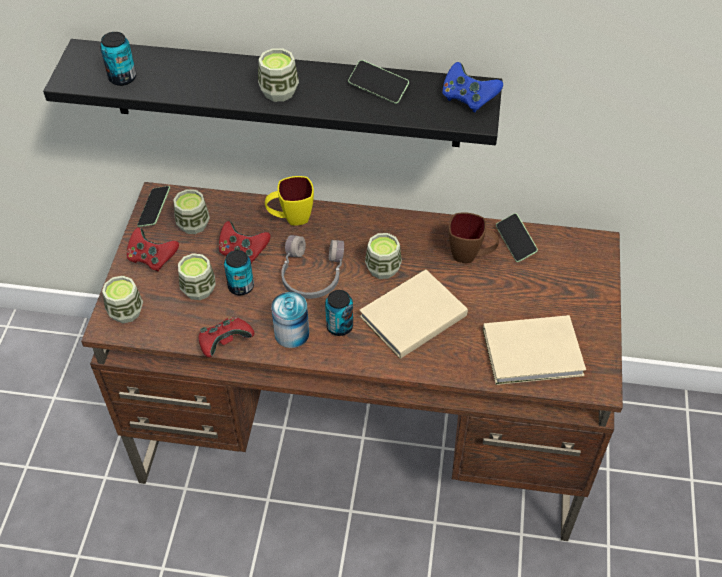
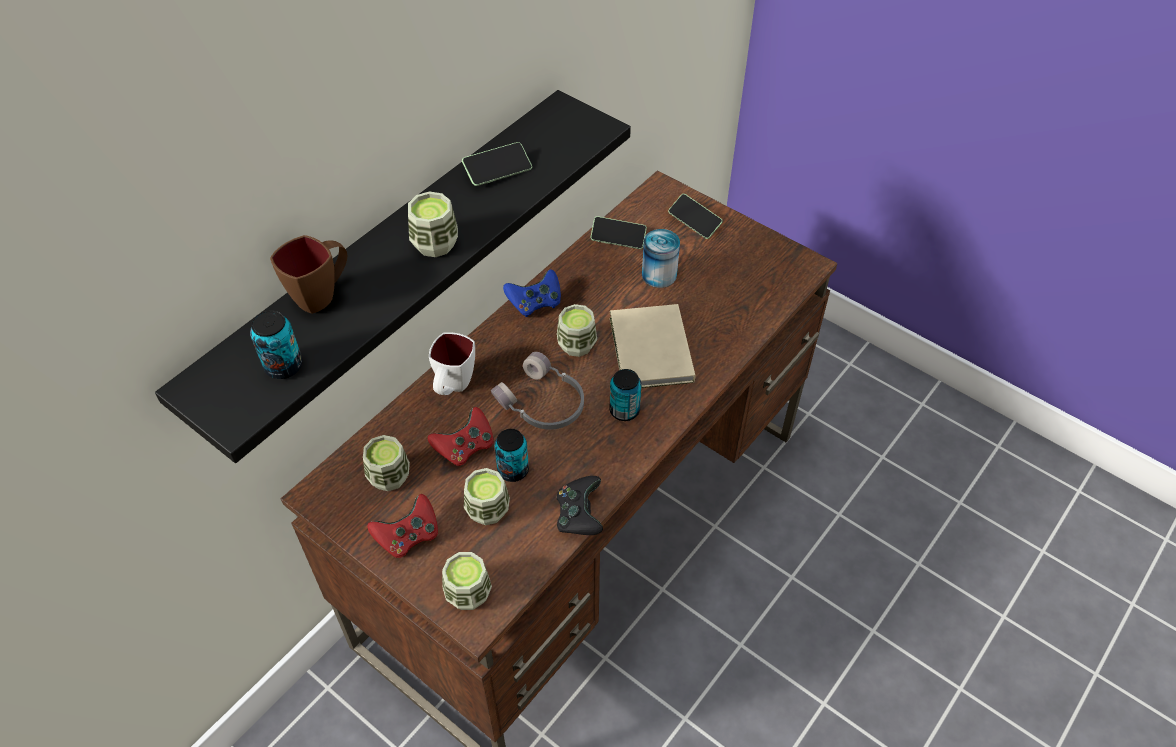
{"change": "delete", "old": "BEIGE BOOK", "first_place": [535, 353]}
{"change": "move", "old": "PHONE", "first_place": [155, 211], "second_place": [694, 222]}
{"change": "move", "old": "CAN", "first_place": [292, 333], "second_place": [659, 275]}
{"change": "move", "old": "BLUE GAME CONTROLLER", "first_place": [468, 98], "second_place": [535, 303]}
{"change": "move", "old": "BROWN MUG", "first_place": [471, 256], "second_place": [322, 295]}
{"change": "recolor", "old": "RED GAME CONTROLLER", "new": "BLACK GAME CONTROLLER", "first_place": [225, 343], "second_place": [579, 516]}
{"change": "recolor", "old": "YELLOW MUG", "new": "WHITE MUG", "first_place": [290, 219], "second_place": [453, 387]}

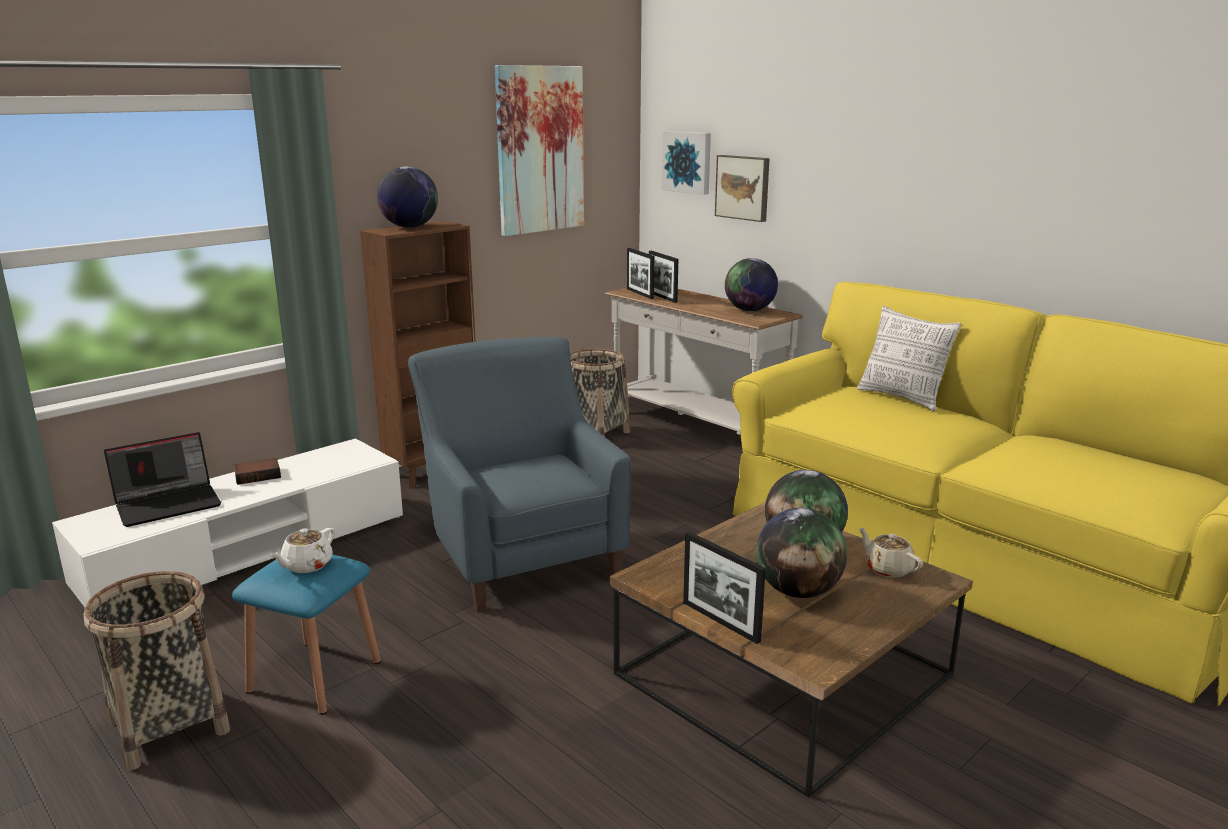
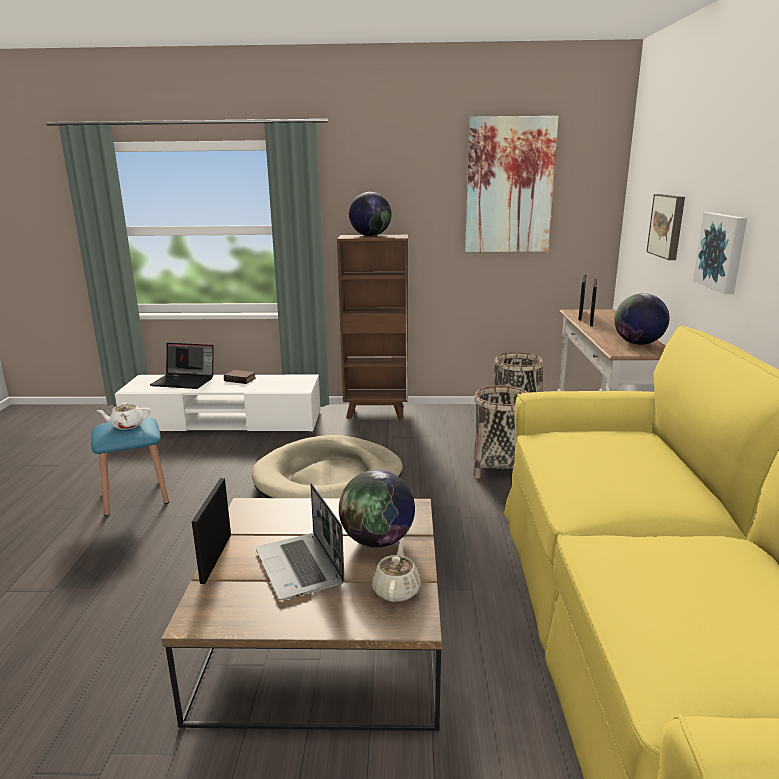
{"change": "delete", "old": "PILLOW", "first_place": [902, 398]}
{"change": "move", "old": "BASKET", "first_place": [170, 726], "second_place": [499, 468]}
{"change": "move", "old": "PICTURE", "first_place": [687, 162], "second_place": [722, 251]}
{"change": "replace", "old": "BLUE ARMCHAIR", "new": "BEIGE DOG BED", "first_place": [520, 554], "second_place": [329, 478]}
{"change": "replace", "old": "GLOBE", "new": "LAPTOP", "first_place": [798, 591], "second_place": [301, 568]}

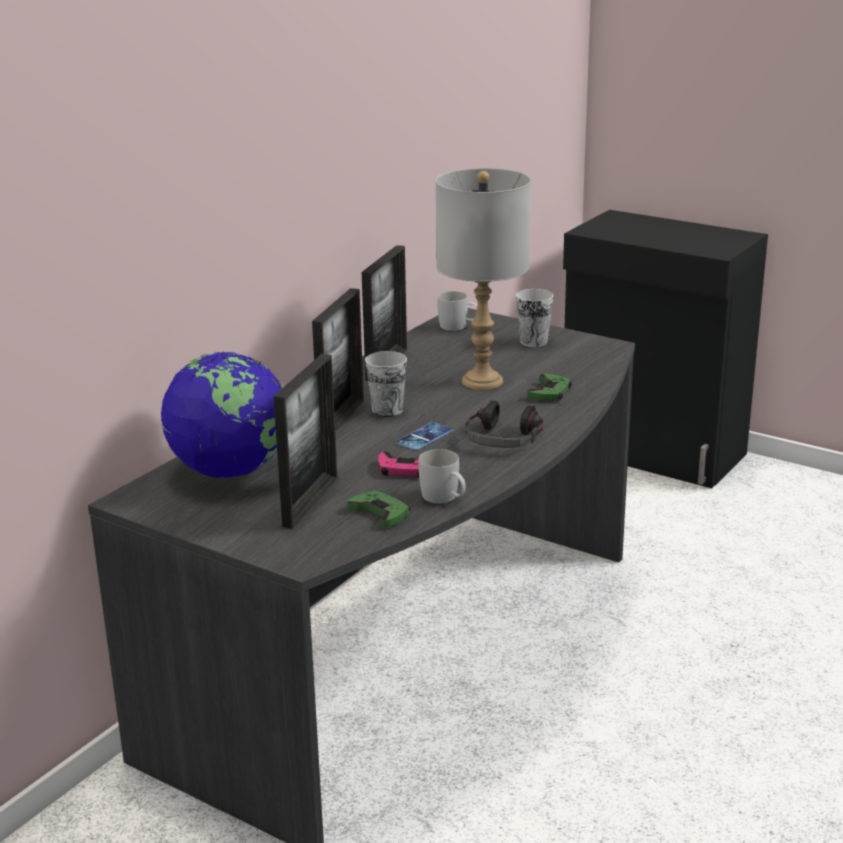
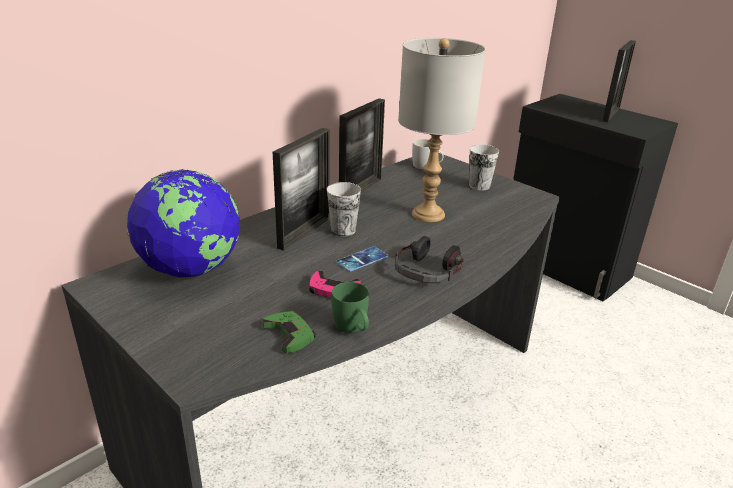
{"change": "delete", "old": "GREEN GAME CONTROLLER", "first_place": [550, 392]}
{"change": "move", "old": "PICTURE FRAME", "first_place": [310, 501], "second_place": [611, 114]}
{"change": "recolor", "old": "WHITE MUG", "new": "GREEN MUG", "first_place": [444, 498], "second_place": [353, 327]}

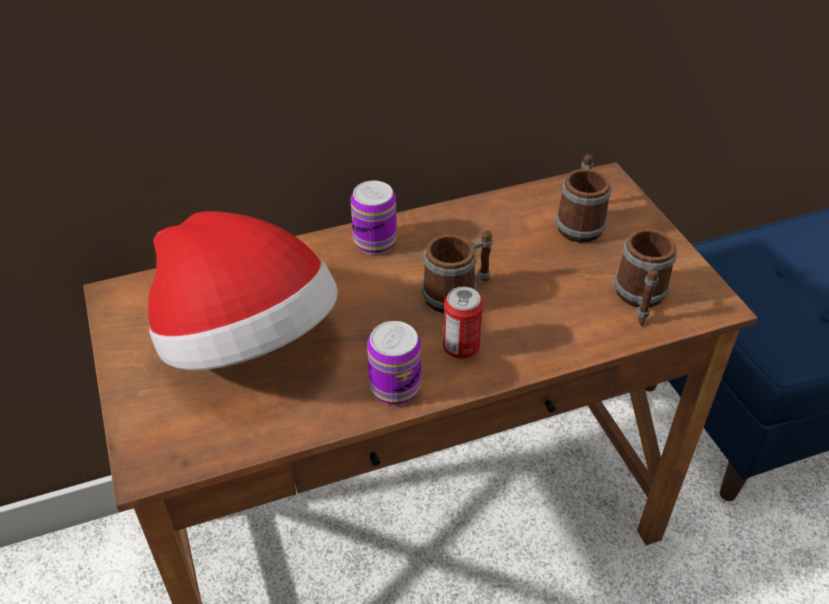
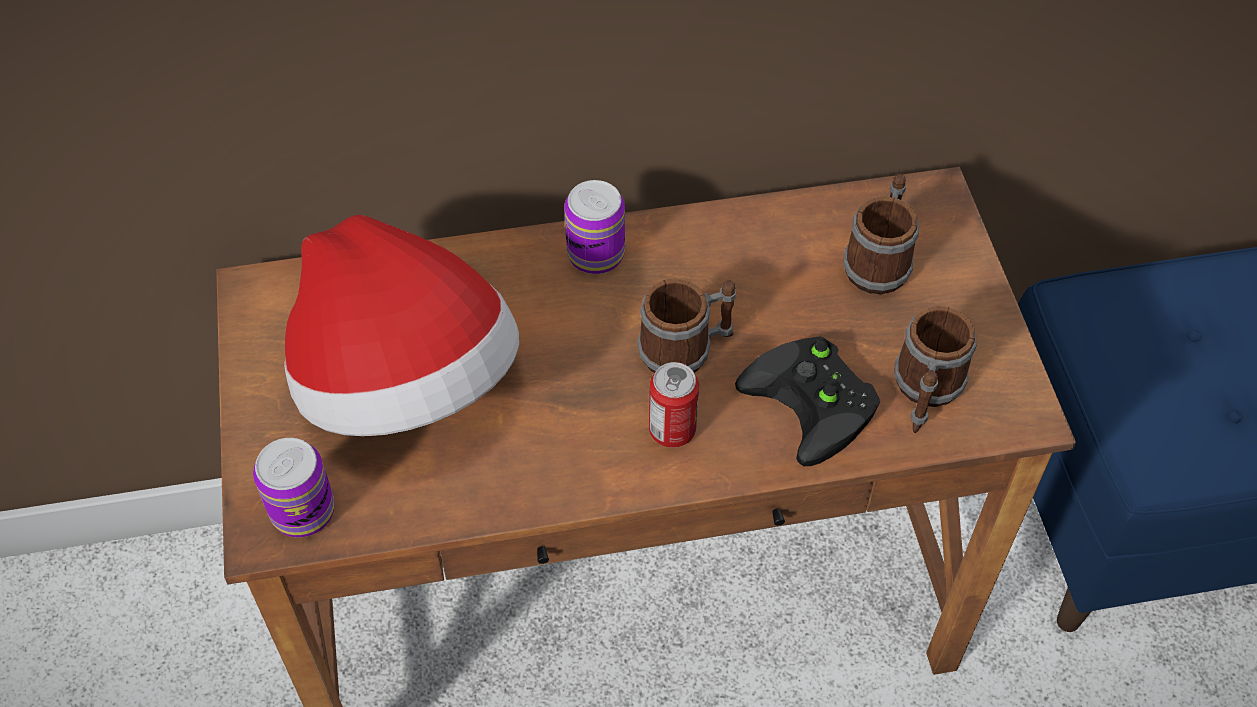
{"change": "insert", "new": "BLACK GAME CONTROLLER", "second_place": [816, 404]}
{"change": "move", "old": "CAN", "first_place": [395, 387], "second_place": [303, 511]}

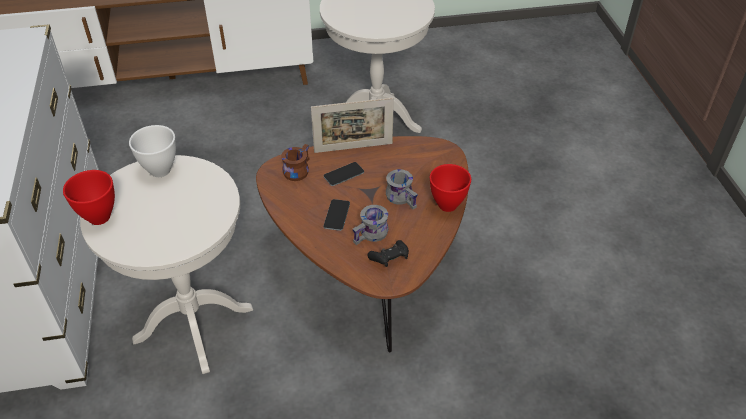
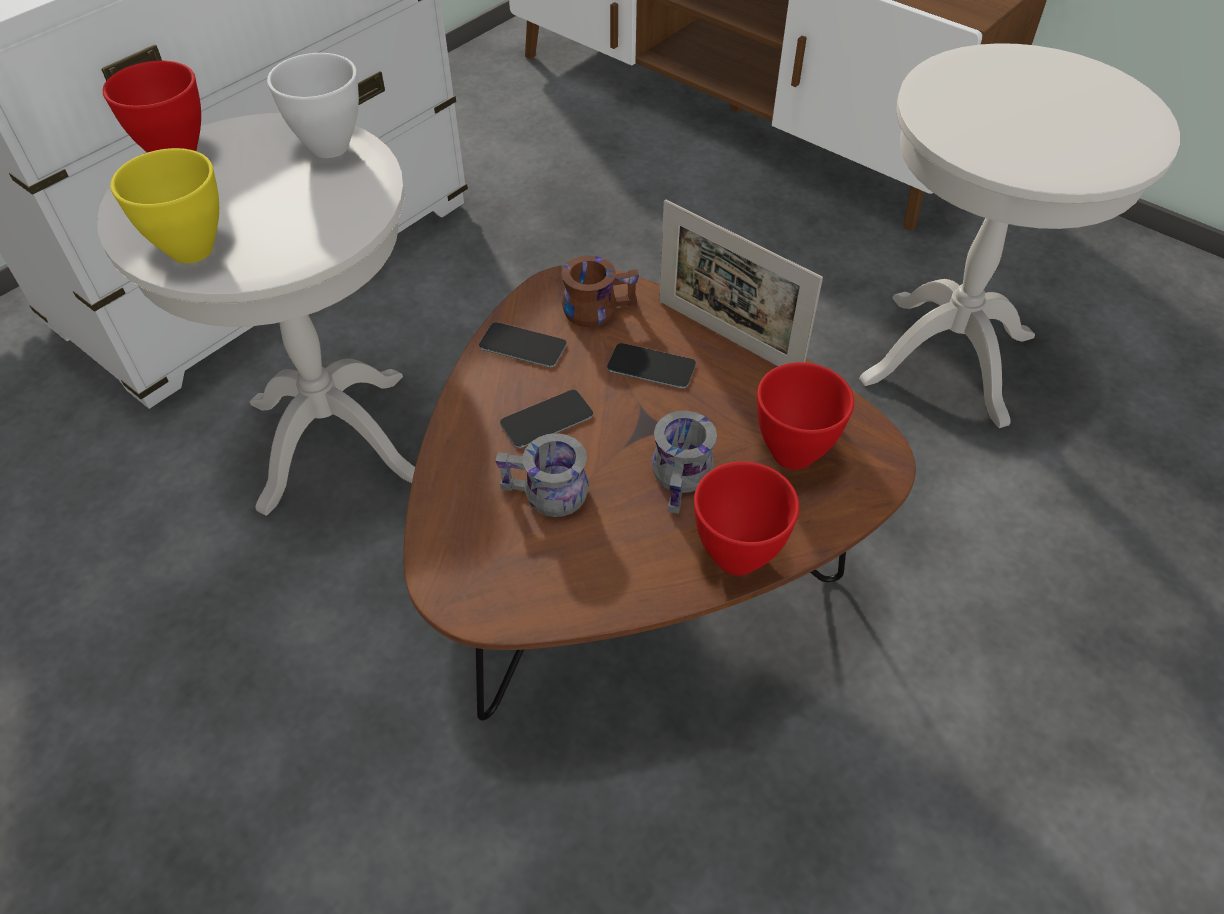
{"change": "delete", "old": "BLACK GAME CONTROLLER", "first_place": [390, 259]}
{"change": "insert", "new": "YELLOW BOWL", "second_place": [190, 251]}
{"change": "insert", "new": "PHONE", "second_place": [523, 346]}
{"change": "insert", "new": "RED BOWL", "second_place": [794, 455]}

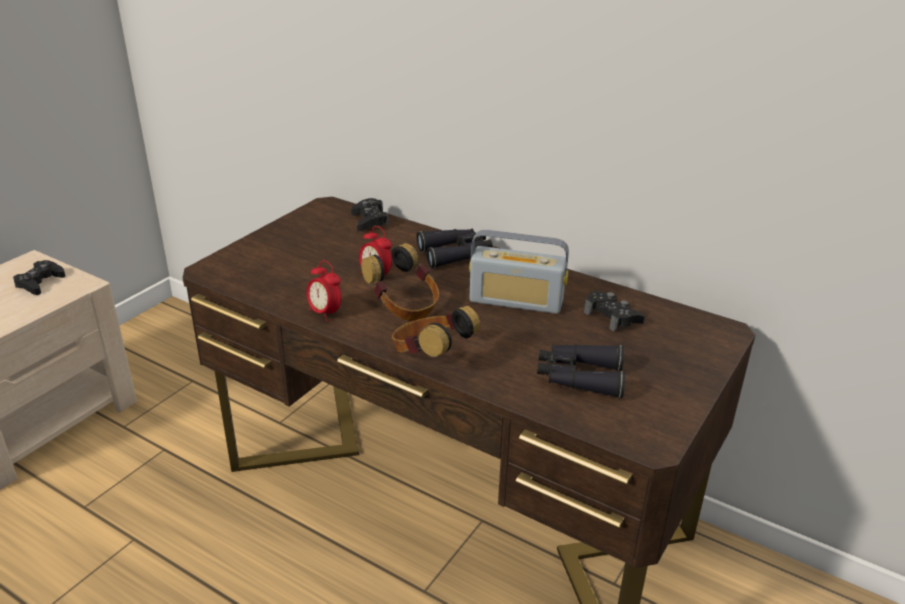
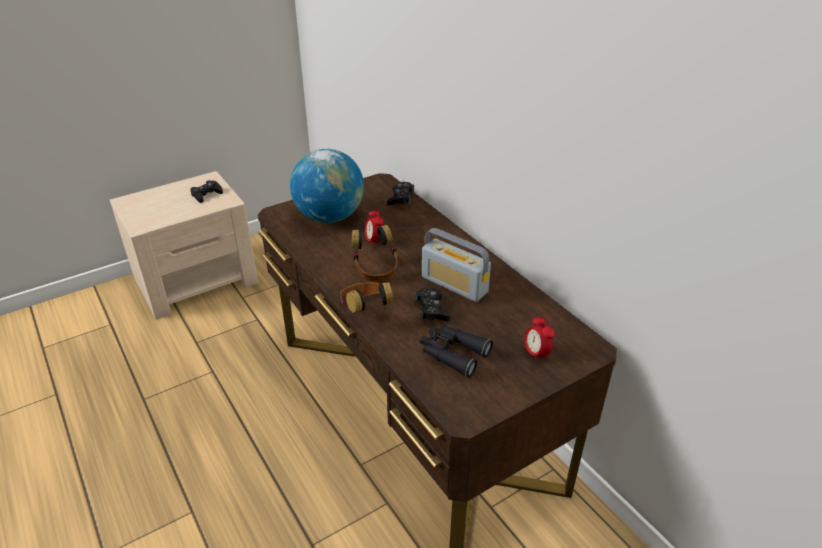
{"change": "delete", "old": "BLACK BINOCULARS", "first_place": [456, 254]}
{"change": "insert", "new": "GLOBE", "second_place": [329, 217]}
{"change": "move", "old": "ALARM CLOCK", "first_place": [325, 313], "second_place": [536, 354]}
{"change": "move", "old": "BLACK GAME CONTROLLER", "first_place": [612, 317], "second_place": [431, 310]}

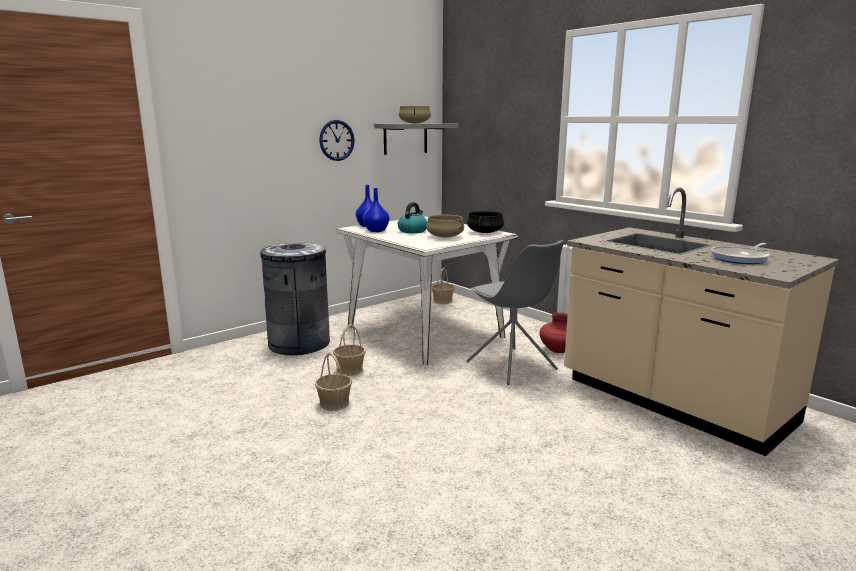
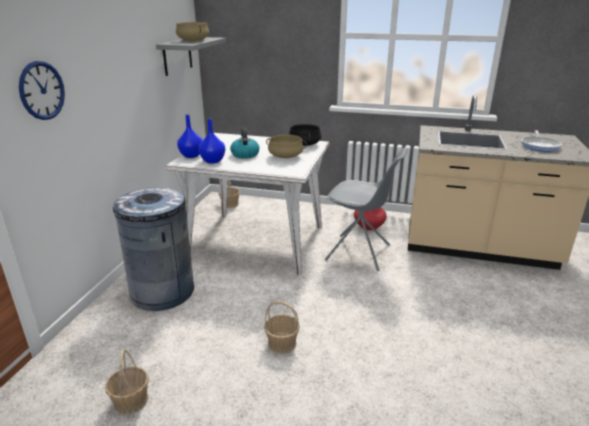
{"change": "move", "old": "WALL CLOCK", "first_place": [336, 140], "second_place": [42, 90]}
{"change": "move", "old": "BASKET", "first_place": [349, 370], "second_place": [130, 401]}

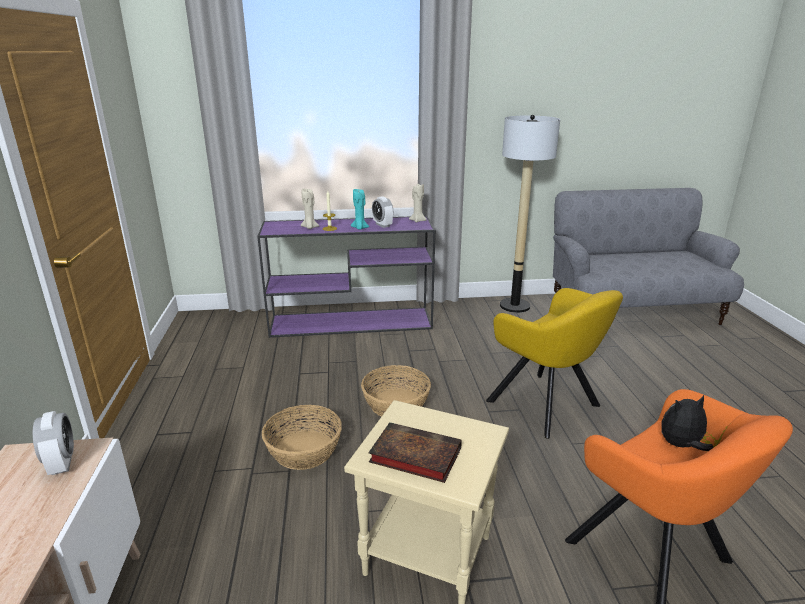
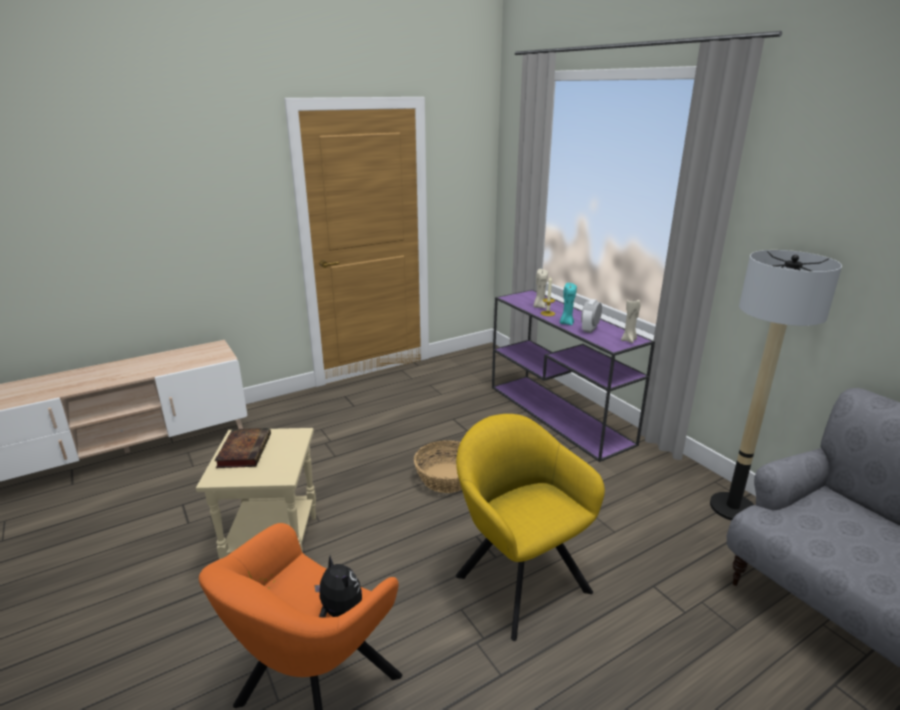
{"change": "delete", "old": "ALARM CLOCK", "first_place": [62, 463]}
{"change": "delete", "old": "BASKET", "first_place": [303, 450]}
{"change": "rotate", "old": "YELLOW ARMCHAIR", "first_place": [547, 406], "second_place": [518, 578], "degrees": 120}

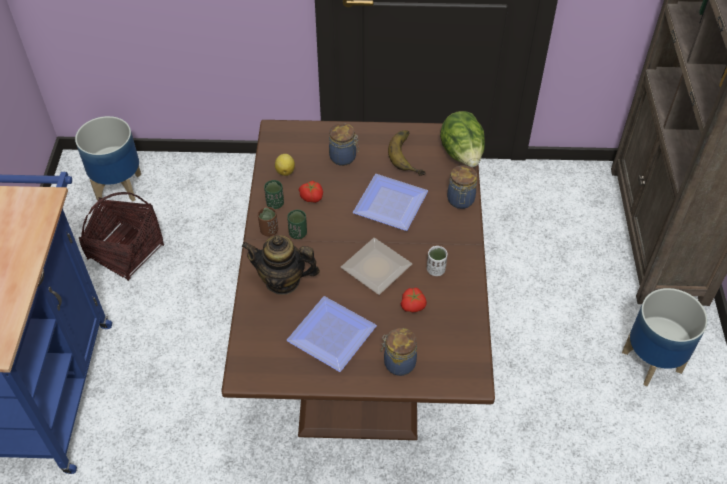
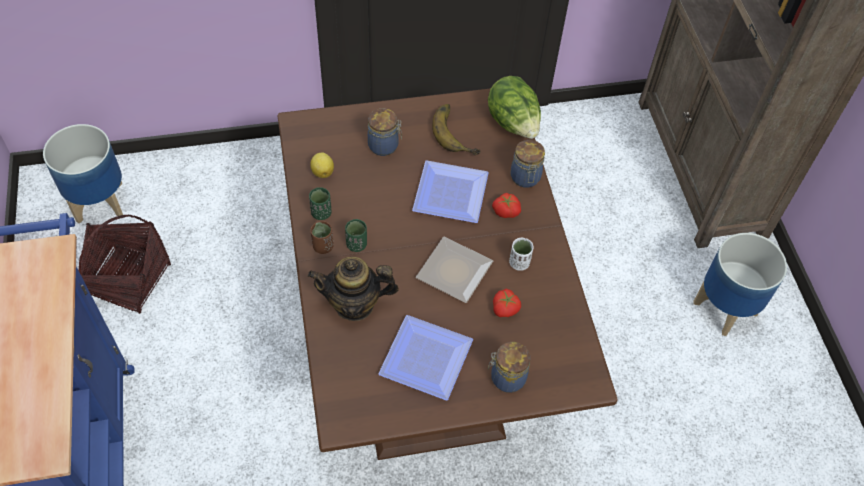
{"change": "move", "old": "TOMATO", "first_place": [312, 196], "second_place": [506, 210]}

